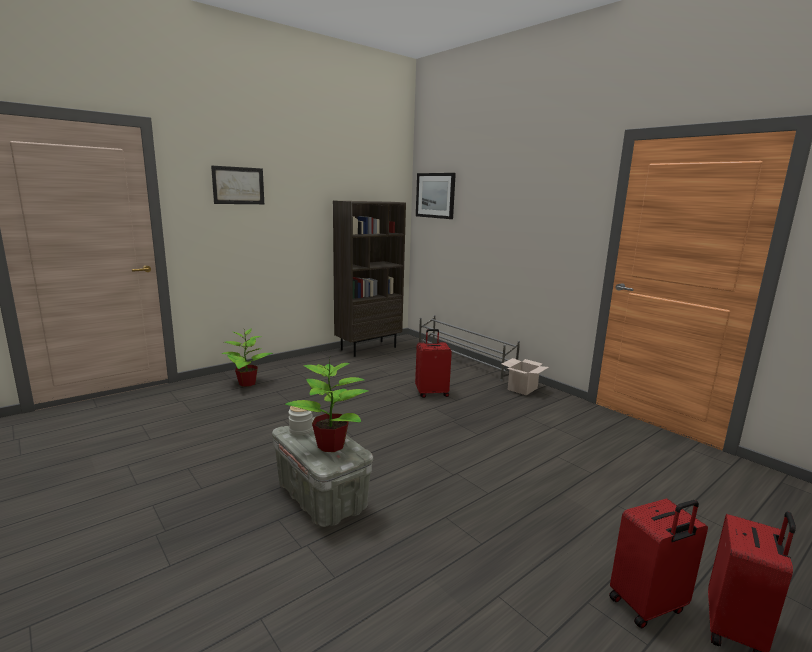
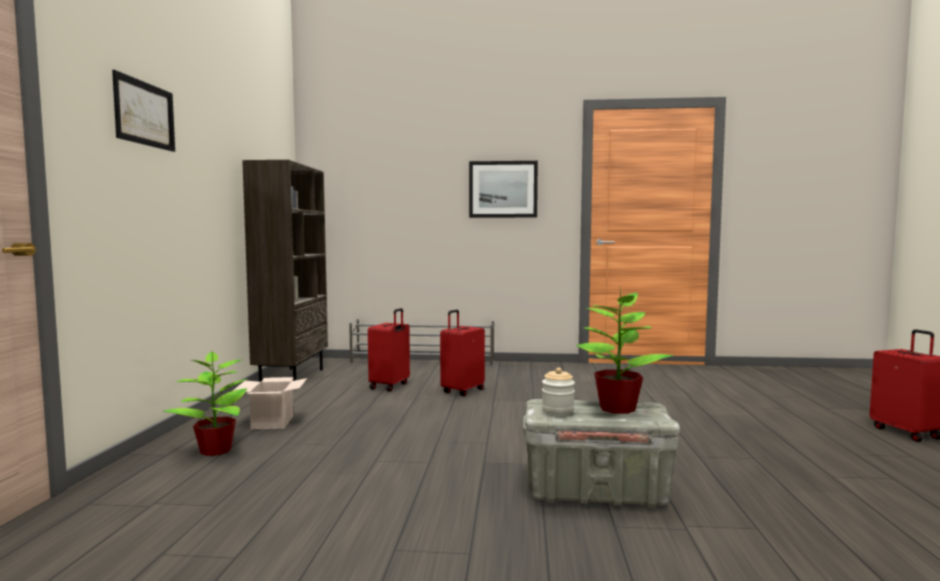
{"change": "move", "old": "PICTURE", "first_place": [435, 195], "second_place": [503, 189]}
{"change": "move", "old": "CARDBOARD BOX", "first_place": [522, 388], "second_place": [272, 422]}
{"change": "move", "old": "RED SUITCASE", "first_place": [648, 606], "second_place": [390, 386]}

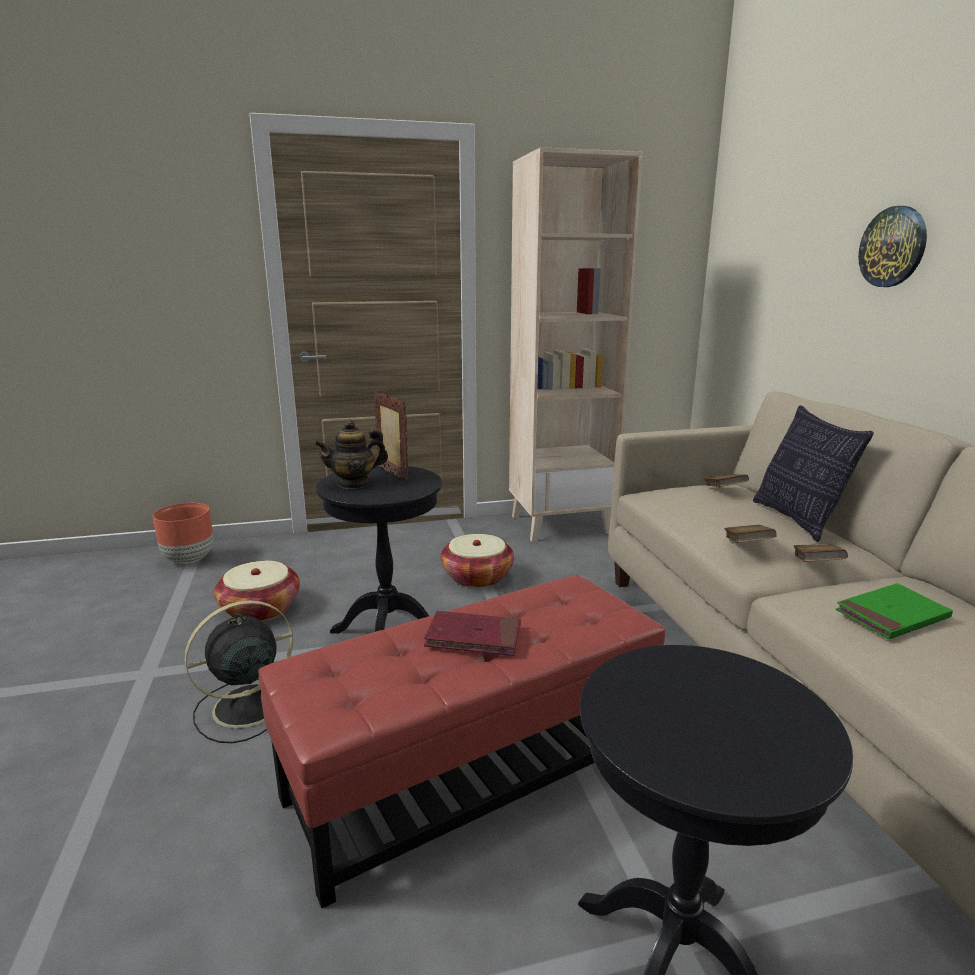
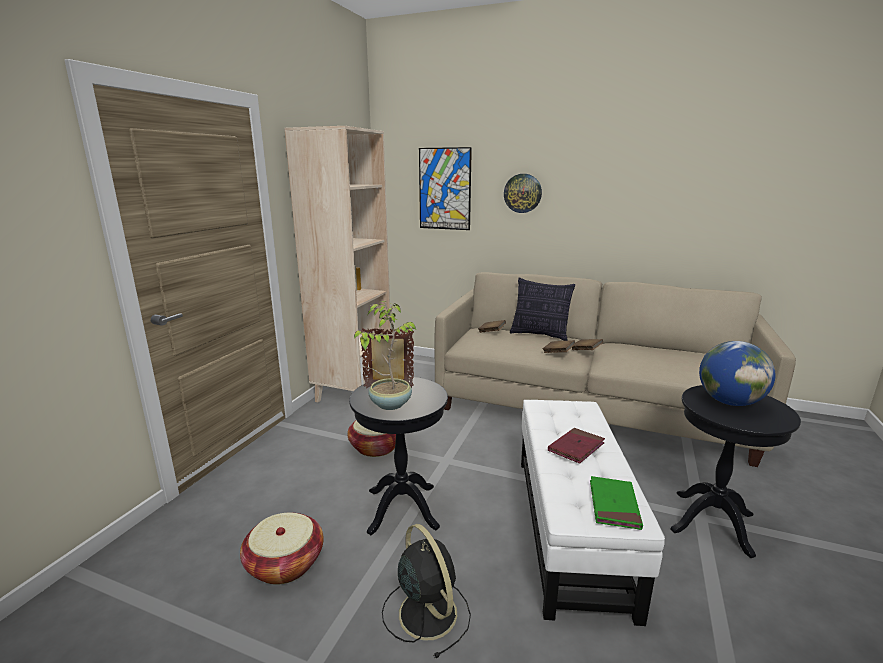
{"change": "delete", "old": "BROWN PLANTER", "first_place": [189, 559]}
{"change": "insert", "new": "PICTURE", "second_place": [444, 189]}
{"change": "insert", "new": "GLOBE", "second_place": [729, 402]}
{"change": "move", "old": "GREEN BOOK", "first_place": [892, 615], "second_place": [614, 505]}
{"change": "replace", "old": "TEAPOT", "new": "POTTED PLANT", "first_place": [354, 483], "second_place": [389, 404]}
{"change": "recolor", "old": "RED OTTOMAN", "new": "WHITE OTTOMAN", "first_place": [473, 770], "second_place": [569, 527]}
{"change": "rotate", "old": "BLACK FAN", "first_place": [245, 707], "second_place": [426, 611], "degrees": 150}

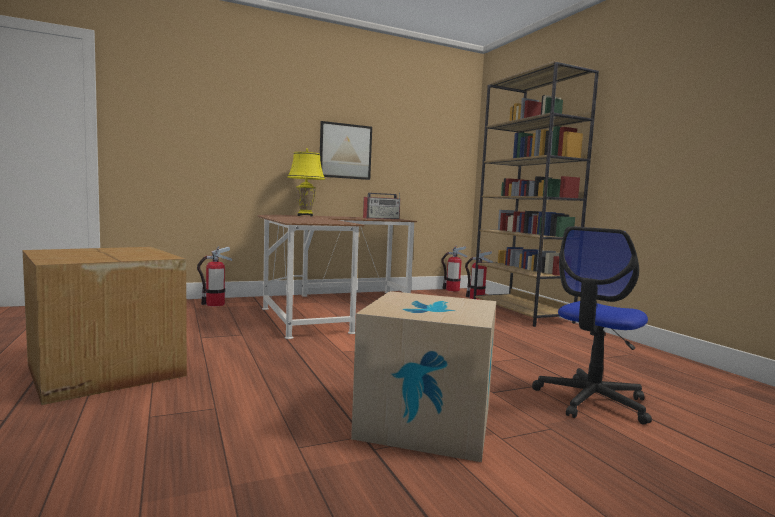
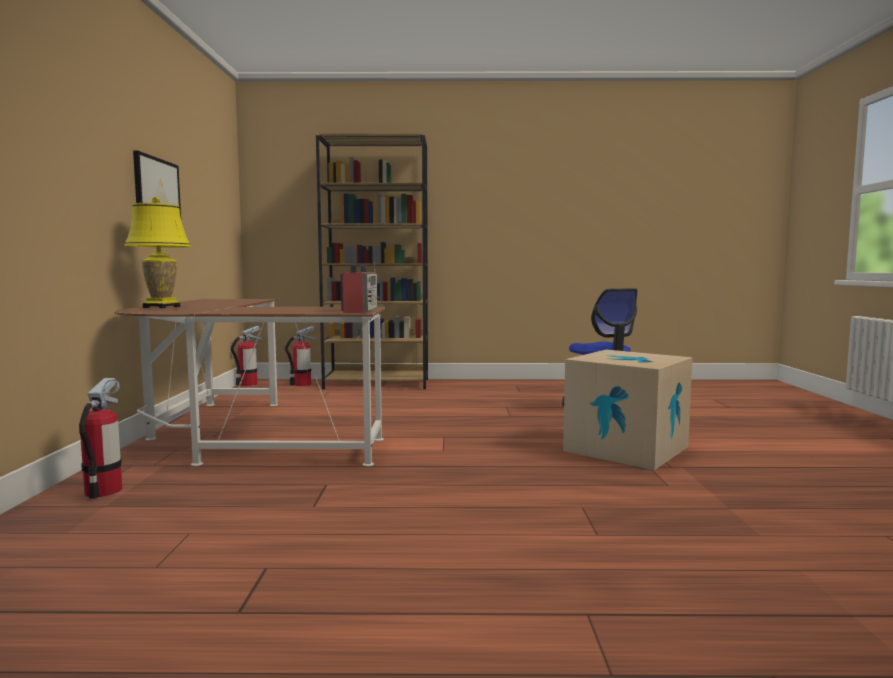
{"change": "delete", "old": "CARDBOARD BOX", "first_place": [104, 371]}
{"change": "move", "old": "RADIO", "first_place": [382, 218], "second_place": [360, 310]}

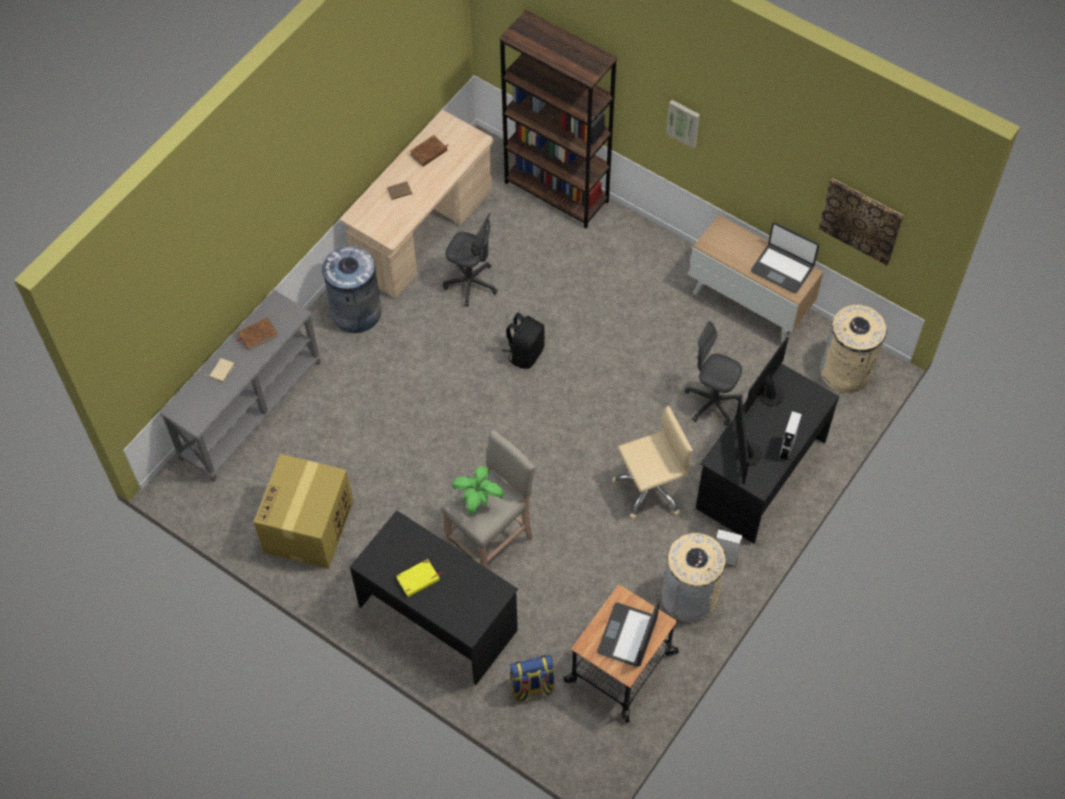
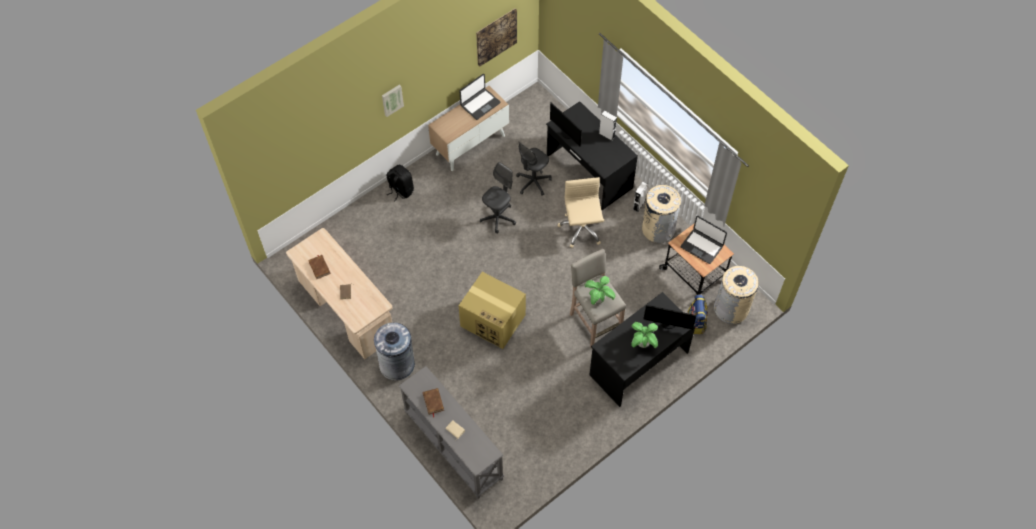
{"change": "delete", "old": "BROWN BOOKCASE", "first_place": [557, 192]}
{"change": "move", "old": "CARDBOARD BOX", "first_place": [308, 528], "second_place": [493, 321]}
{"change": "move", "old": "GREY OFFICE CHAIR", "first_place": [471, 283], "second_place": [498, 218]}
{"change": "move", "old": "BLACK BACKPACK", "first_place": [525, 353], "second_place": [400, 190]}
{"change": "move", "old": "MONITOR", "first_place": [745, 454], "second_place": [668, 323]}
{"change": "move", "old": "BEIGE TRASH CAN", "first_place": [846, 371], "second_place": [731, 308]}
{"change": "replace", "old": "YELLOW BOOK", "new": "POTTED PLANT", "first_place": [418, 579], "second_place": [643, 343]}

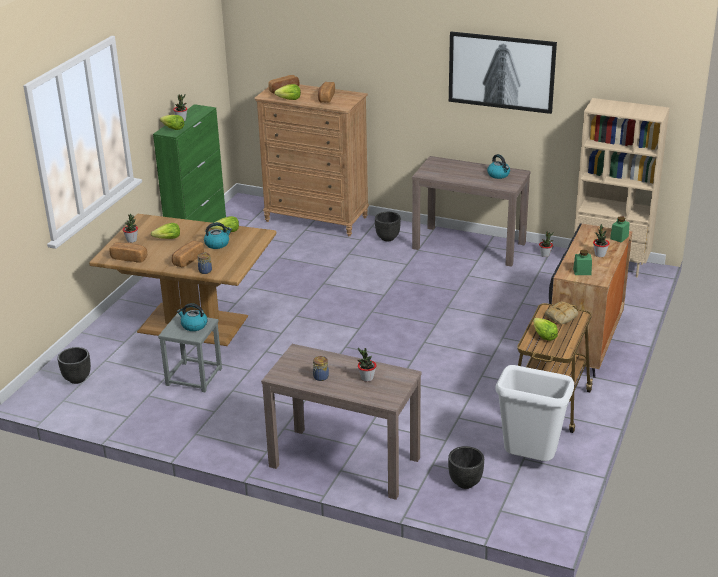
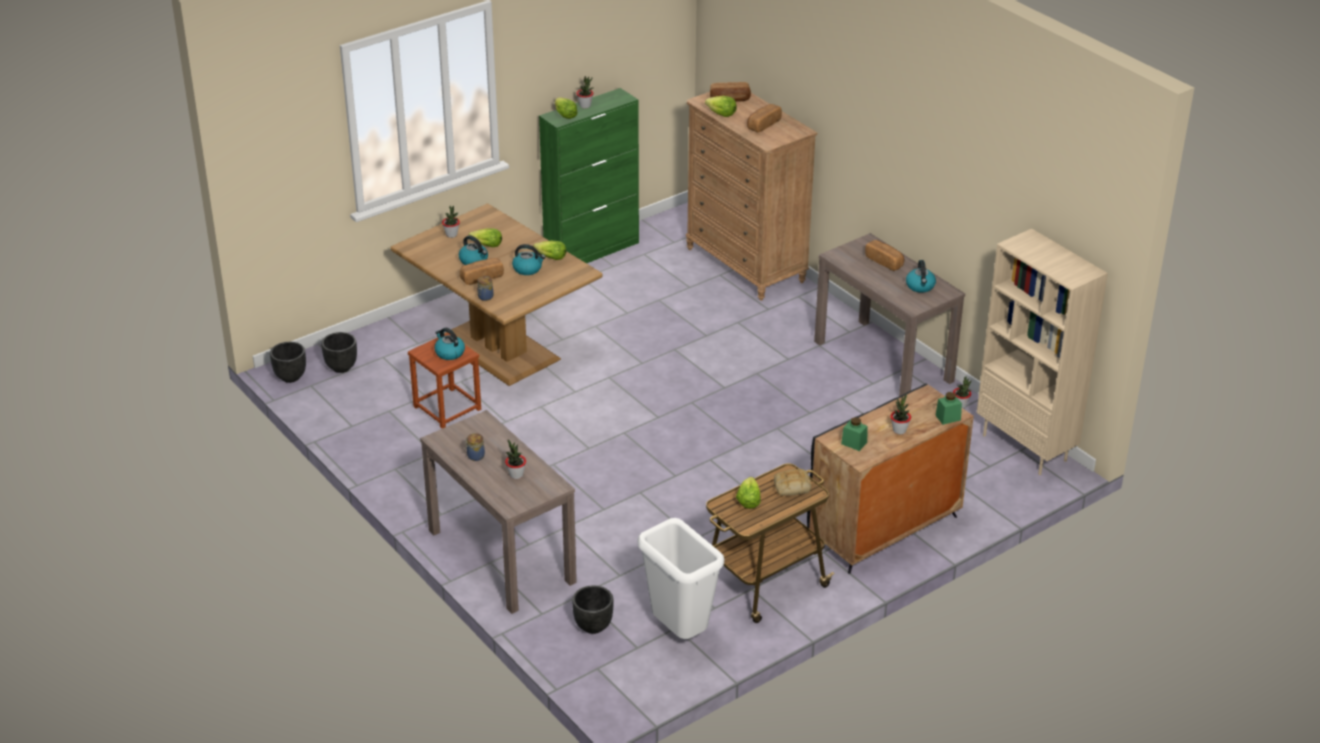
{"change": "delete", "old": "PICTURE", "first_place": [501, 71]}
{"change": "insert", "new": "KETTLE", "second_place": [474, 261]}
{"change": "move", "old": "BREAD", "first_place": [129, 258], "second_place": [884, 261]}
{"change": "move", "old": "BLACK PLANTER", "first_place": [387, 238], "second_place": [291, 377]}
{"change": "recolor", "old": "GREY STOOL", "new": "BROWN STOOL", "first_place": [193, 377], "second_place": [446, 408]}

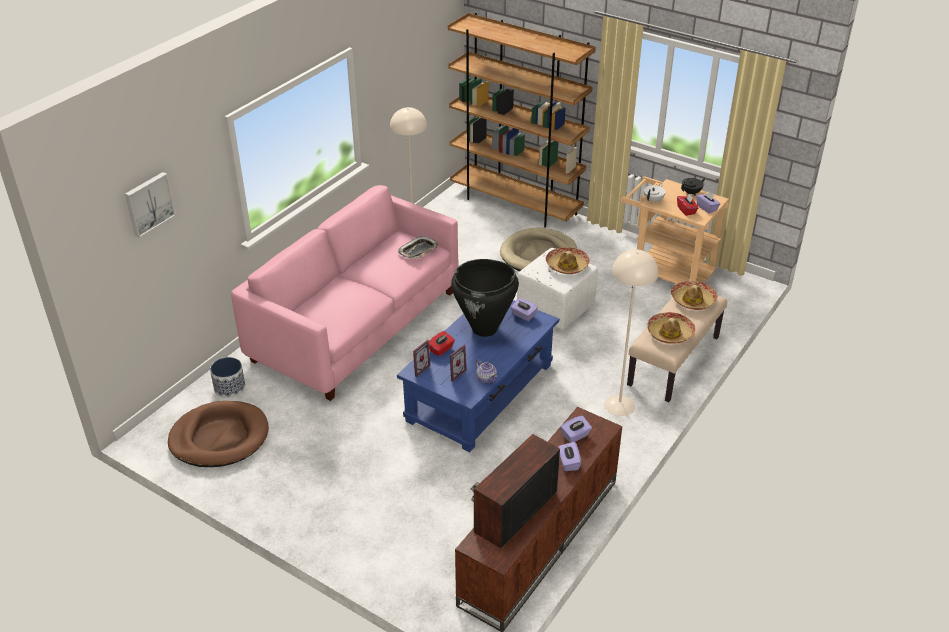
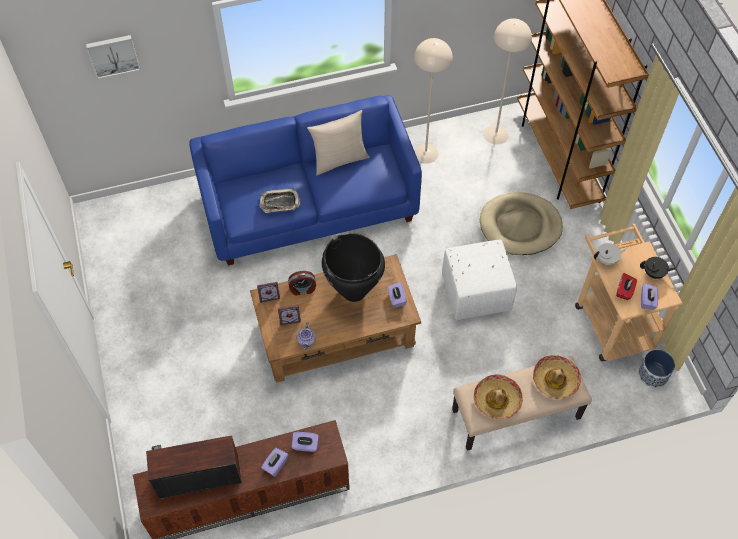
{"change": "delete", "old": "BROWN DOG BED", "first_place": [219, 437]}
{"change": "delete", "old": "HAT", "first_place": [567, 265]}
{"change": "insert", "new": "BEIGE PILLOW", "second_place": [339, 160]}
{"change": "move", "old": "PLANTER", "first_place": [229, 388], "second_place": [653, 374]}
{"change": "move", "old": "TRAY", "first_place": [418, 251], "second_place": [279, 203]}
{"change": "move", "old": "BEIGE FLOOR LAMP", "first_place": [619, 405], "second_place": [496, 134]}
{"change": "replace", "old": "RED TISSUE BOX", "new": "ALARM CLOCK", "first_place": [441, 349], "second_place": [302, 289]}
{"change": "recolor", "old": "PINK SOFA", "new": "BLUE SOFA", "first_place": [356, 325], "second_place": [309, 206]}
{"change": "recolor", "old": "BLUE COFFEE TABLE", "new": "BROWN COFFEE TABLE", "first_place": [480, 392], "second_place": [337, 333]}

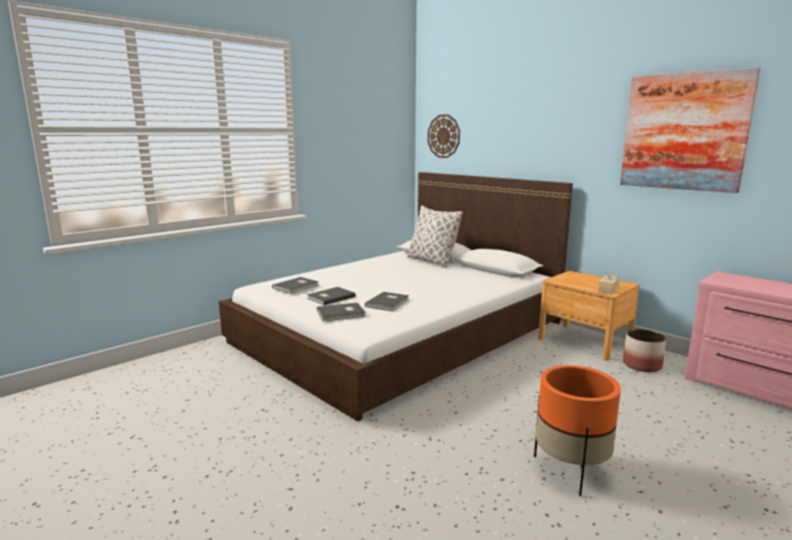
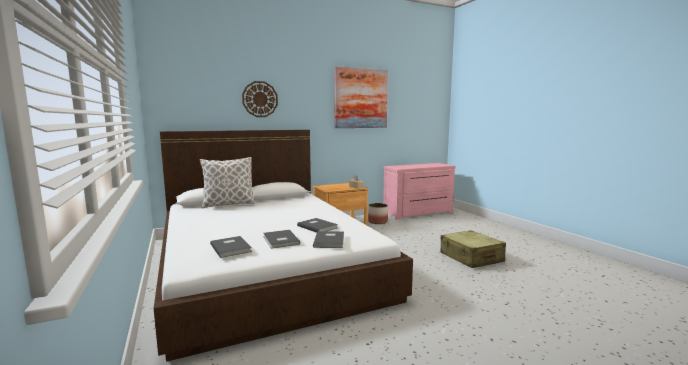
{"change": "move", "old": "WALL CLOCK", "first_place": [443, 136], "second_place": [260, 99]}
{"change": "replace", "old": "ORANGE PLANTER", "new": "BEIGE SUITCASE", "first_place": [570, 470], "second_place": [471, 257]}

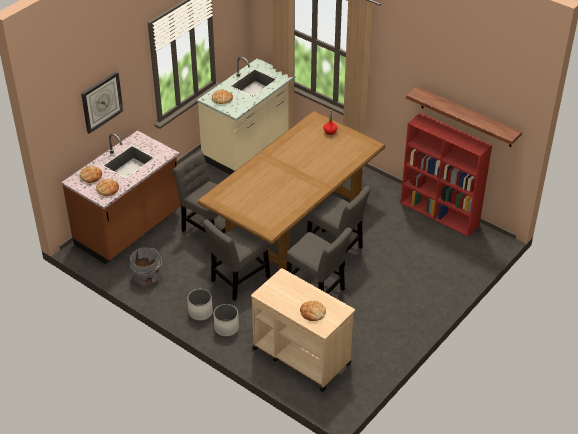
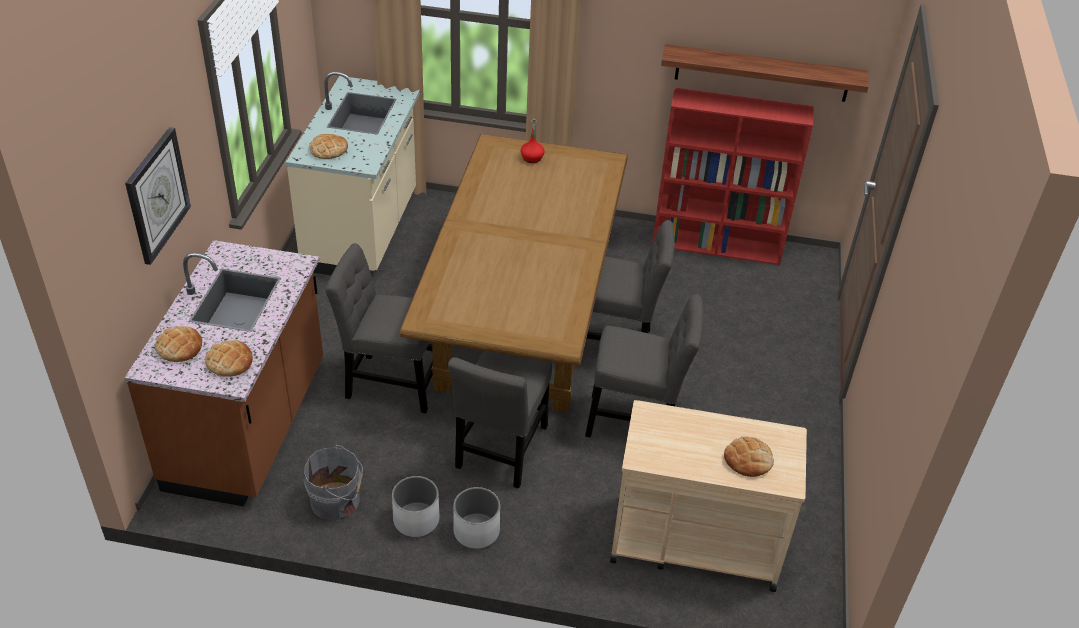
{"change": "move", "old": "WHITE PLANTER", "first_place": [226, 328], "second_place": [416, 520]}

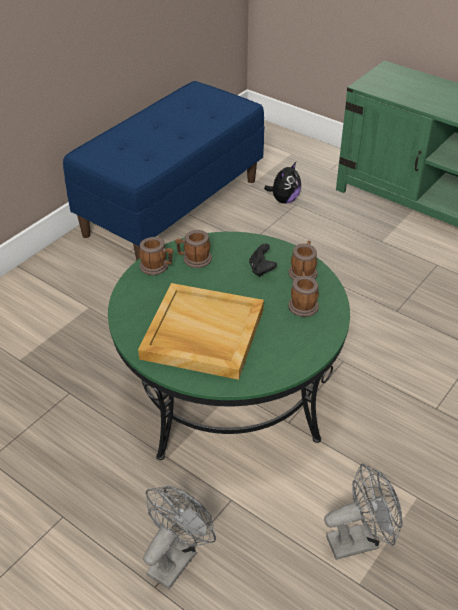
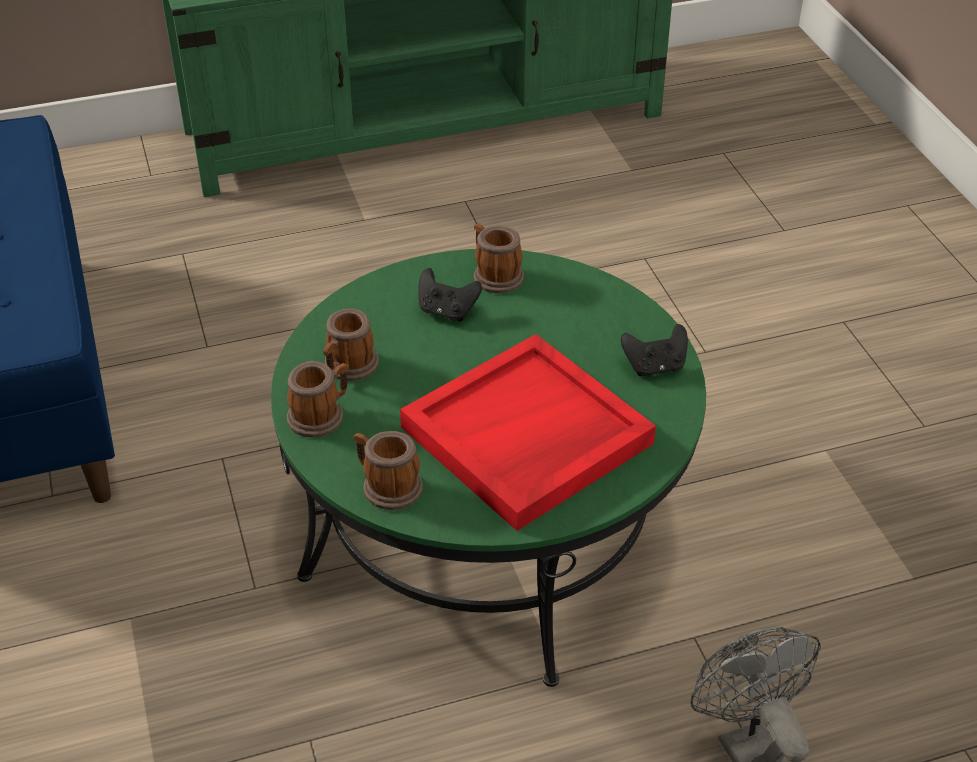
{"change": "delete", "old": "PLUSH TOY", "first_place": [284, 200]}
{"change": "delete", "old": "GREY FAN", "first_place": [359, 540]}
{"change": "insert", "new": "BLACK GAME CONTROLLER", "second_place": [655, 367]}
{"change": "move", "old": "MUG", "first_place": [302, 304], "second_place": [387, 486]}
{"change": "recolor", "old": "BEIGE TRAY", "new": "RED TRAY", "first_place": [202, 334], "second_place": [526, 437]}

